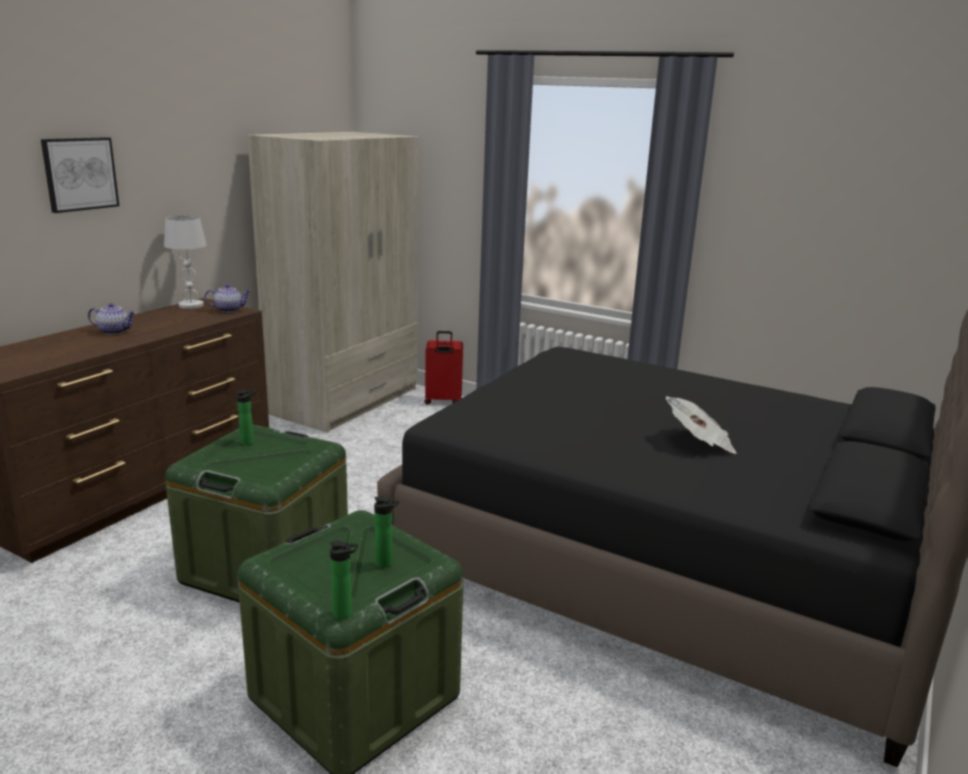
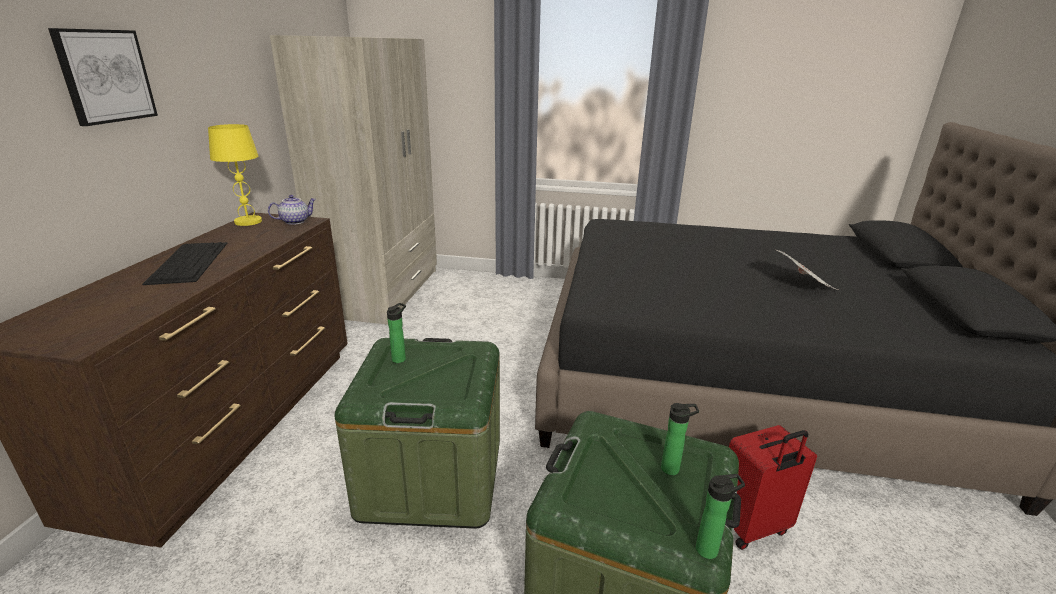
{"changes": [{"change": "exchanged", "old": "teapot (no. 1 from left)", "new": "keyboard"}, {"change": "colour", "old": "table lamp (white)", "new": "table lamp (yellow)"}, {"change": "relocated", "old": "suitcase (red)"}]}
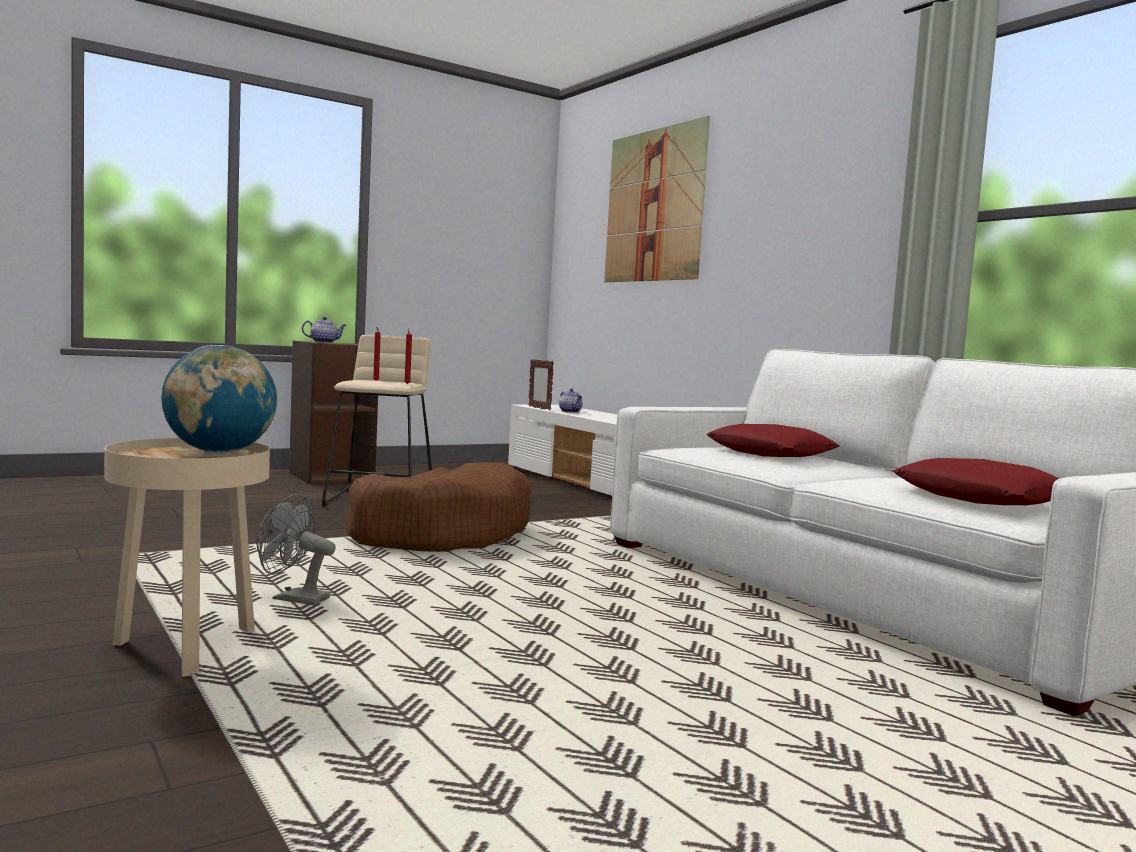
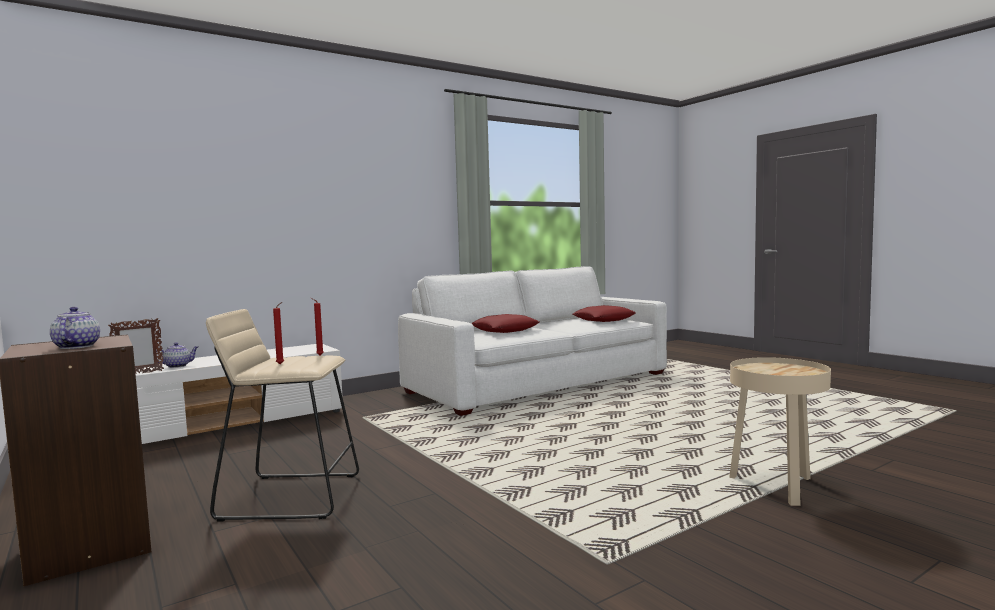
{"changes": [{"change": "missing", "old": "globe"}, {"change": "missing", "old": "fan (grey)"}, {"change": "missing", "old": "dog bed (brown)"}, {"change": "missing", "old": "picture"}]}
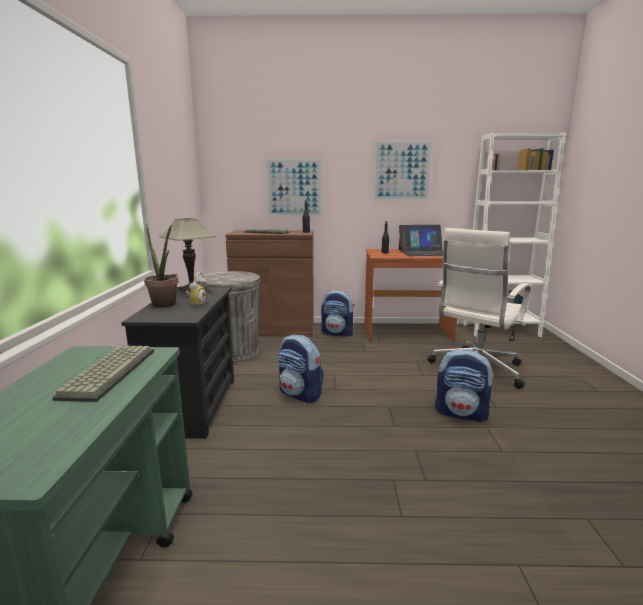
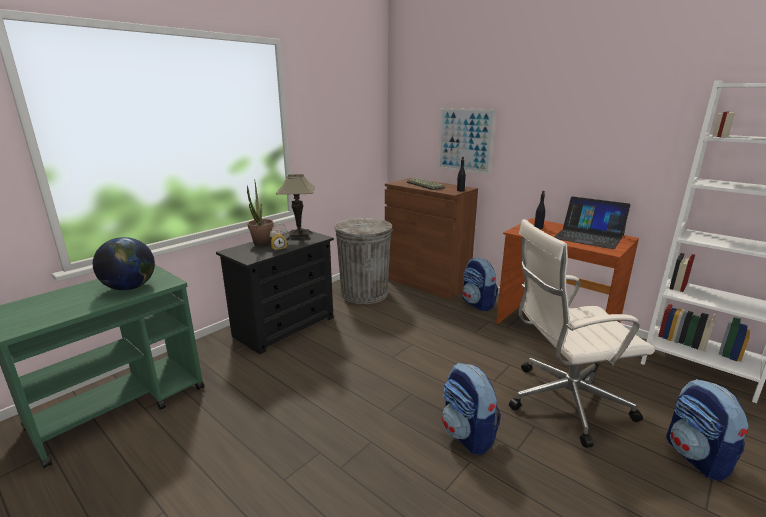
{"changes": [{"change": "exchanged", "old": "keyboard (no. 1 from left)", "new": "globe"}, {"change": "relocated", "old": "backpack (no. 1 from left in the first image)", "new": "backpack (no. 3 from left)"}, {"change": "missing", "old": "picture (no. 2 from left)"}]}
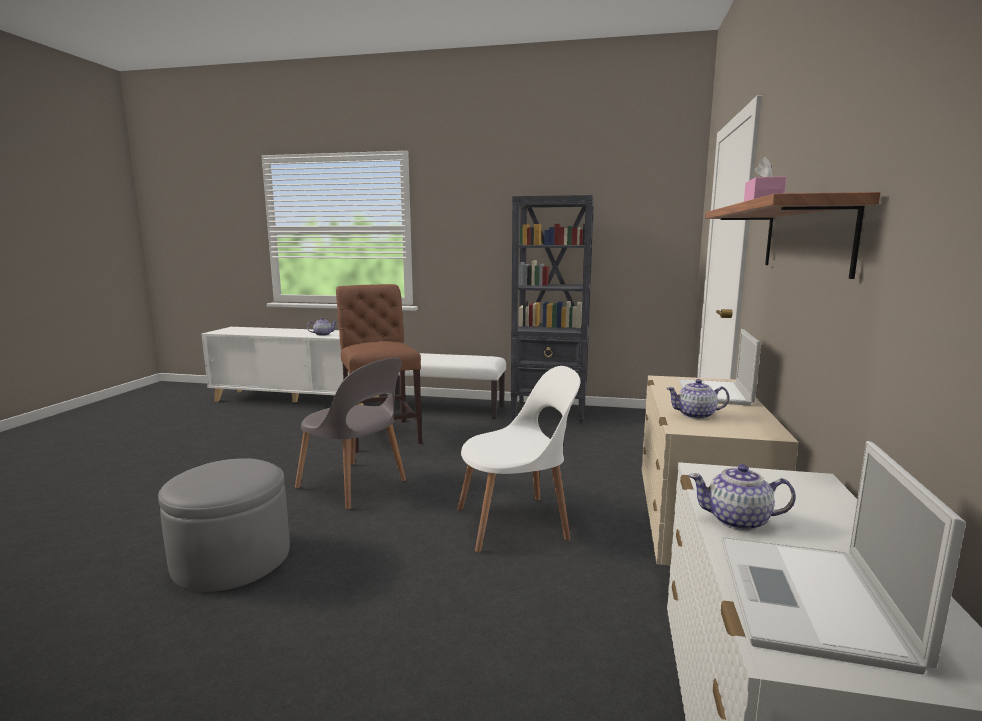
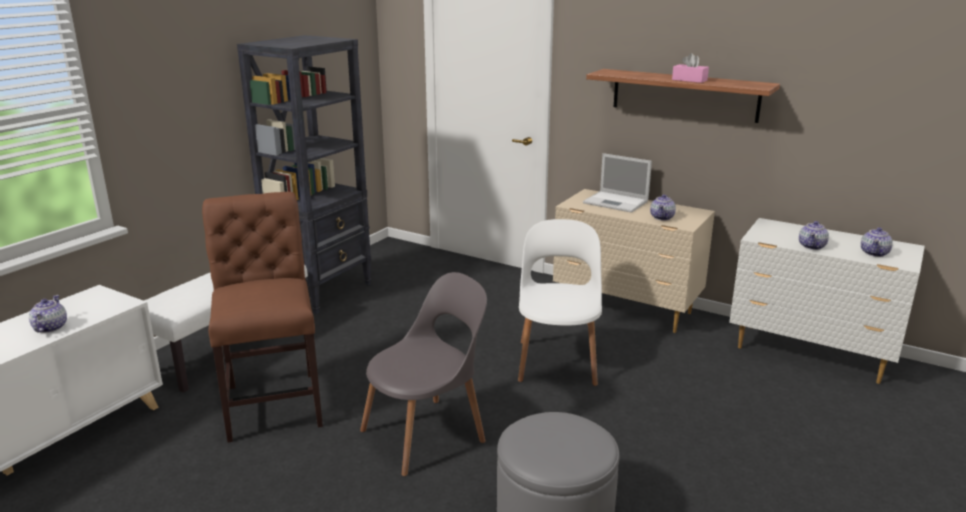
{"changes": [{"change": "spun", "old": "chair (brown)", "degrees": 75}, {"change": "exchanged", "old": "laptop (no. 2 from left)", "new": "teapot (no. 4 from left)"}]}
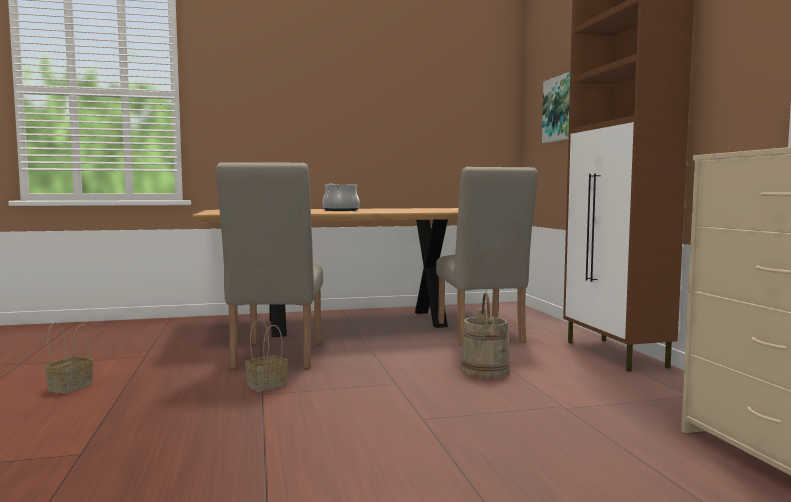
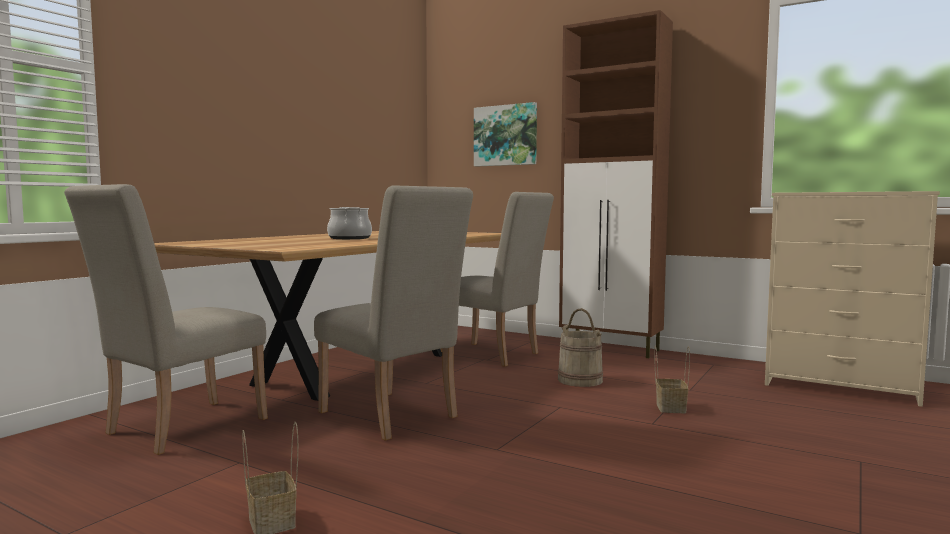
{"changes": [{"change": "appeared", "new": "chair (beige) (no. 1 from left)"}, {"change": "relocated", "old": "basket (no. 2 from left)"}]}
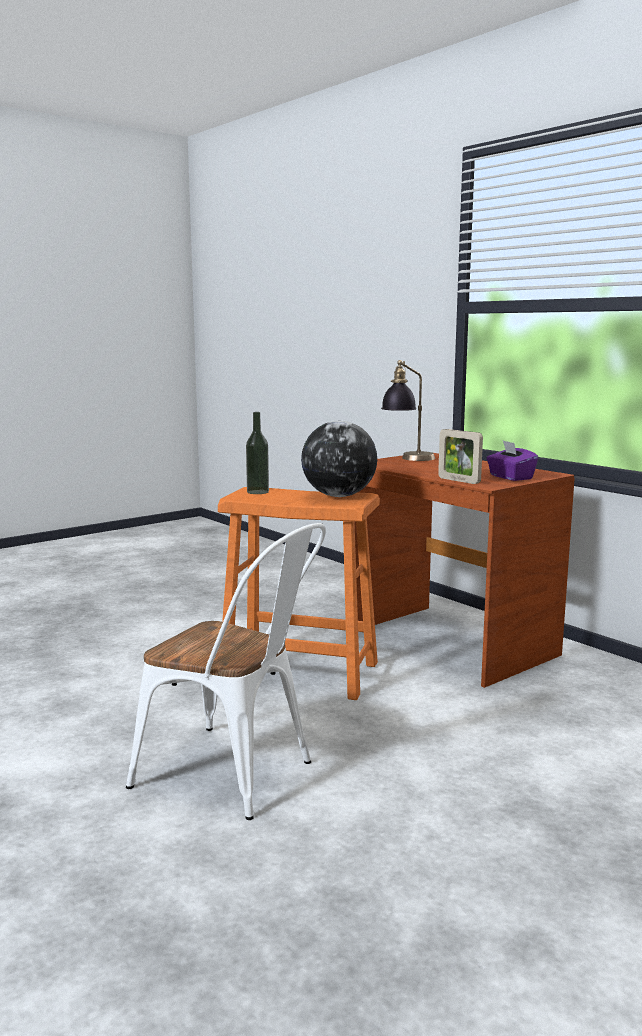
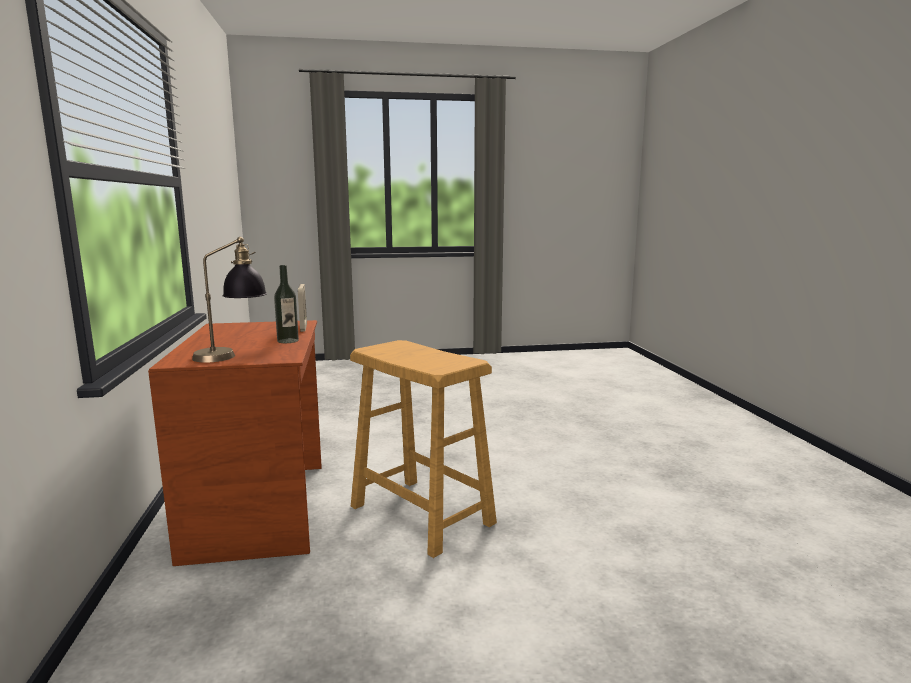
{"changes": [{"change": "relocated", "old": "bottle"}, {"change": "colour", "old": "stool (orange)", "new": "stool (beige)"}, {"change": "missing", "old": "chair (white)"}, {"change": "missing", "old": "globe"}, {"change": "missing", "old": "tissue box (purple)"}]}
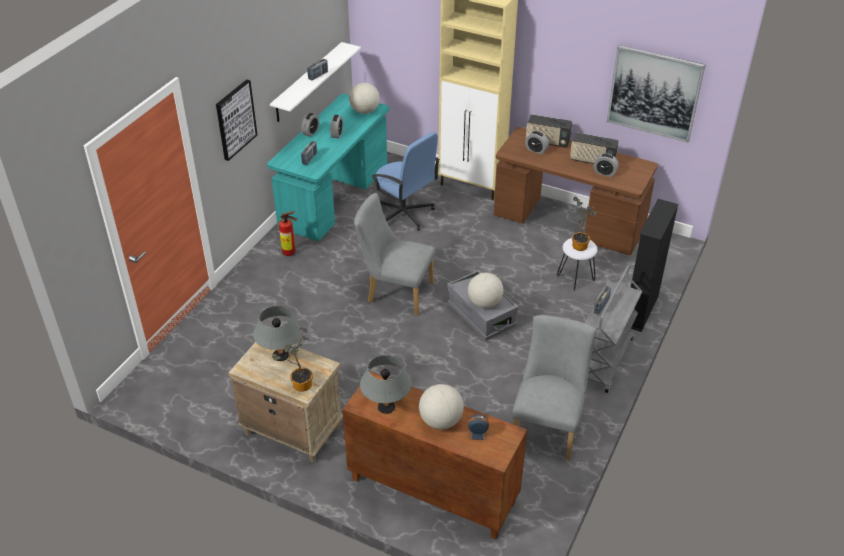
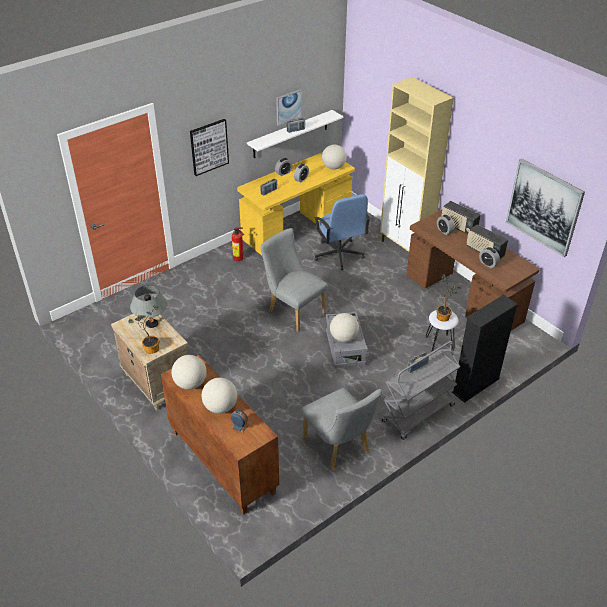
{"changes": [{"change": "exchanged", "old": "table lamp (grey) (no. 2 from left)", "new": "globe (no. 1 from left)"}, {"change": "colour", "old": "desk (turquoise)", "new": "desk (yellow)"}, {"change": "appeared", "new": "picture (no. 2 from left)"}, {"change": "spun", "old": "chair (grey) (no. 2 from left)", "degrees": 105}]}
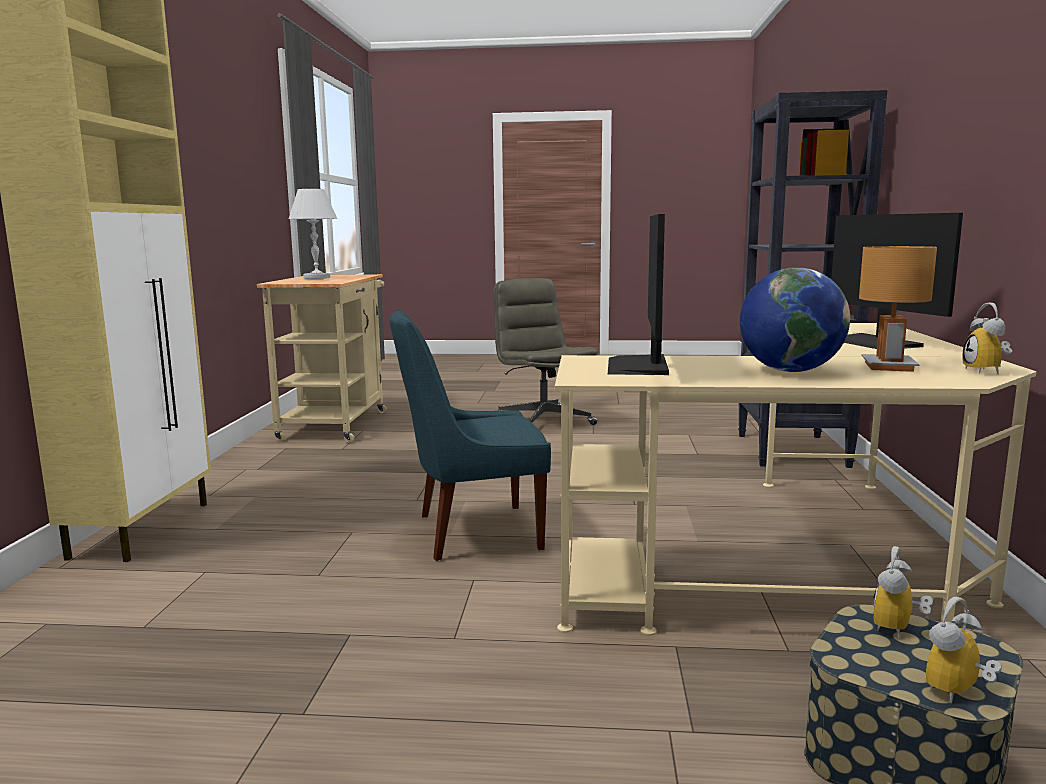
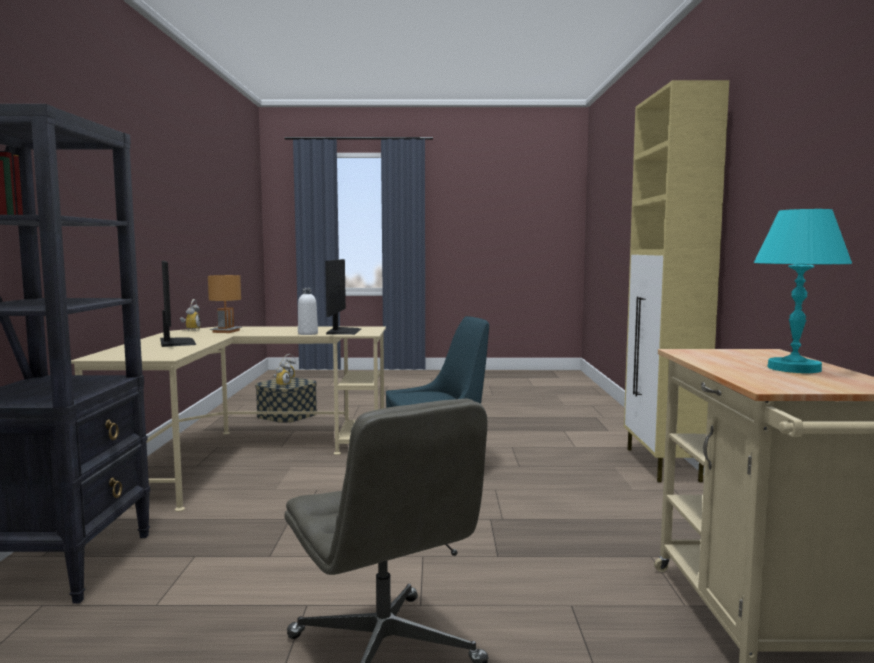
{"changes": [{"change": "appeared", "new": "bottle (white)"}, {"change": "colour", "old": "table lamp (white)", "new": "table lamp (turquoise)"}, {"change": "missing", "old": "globe"}]}
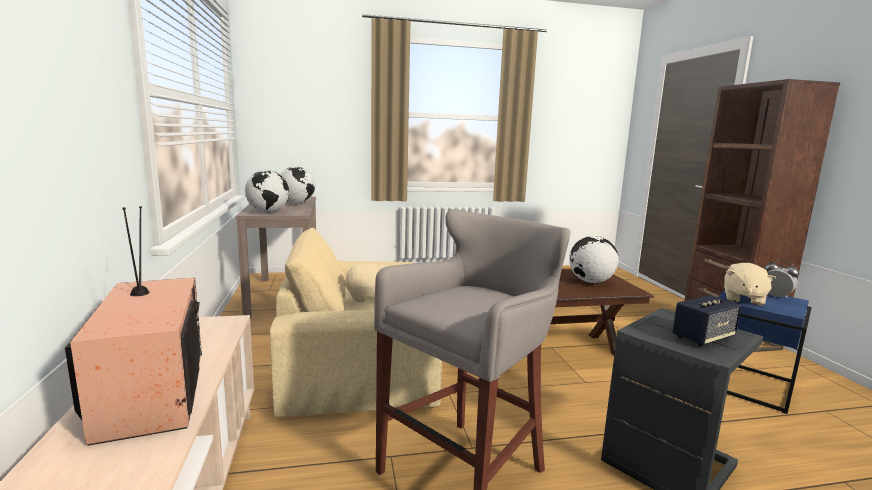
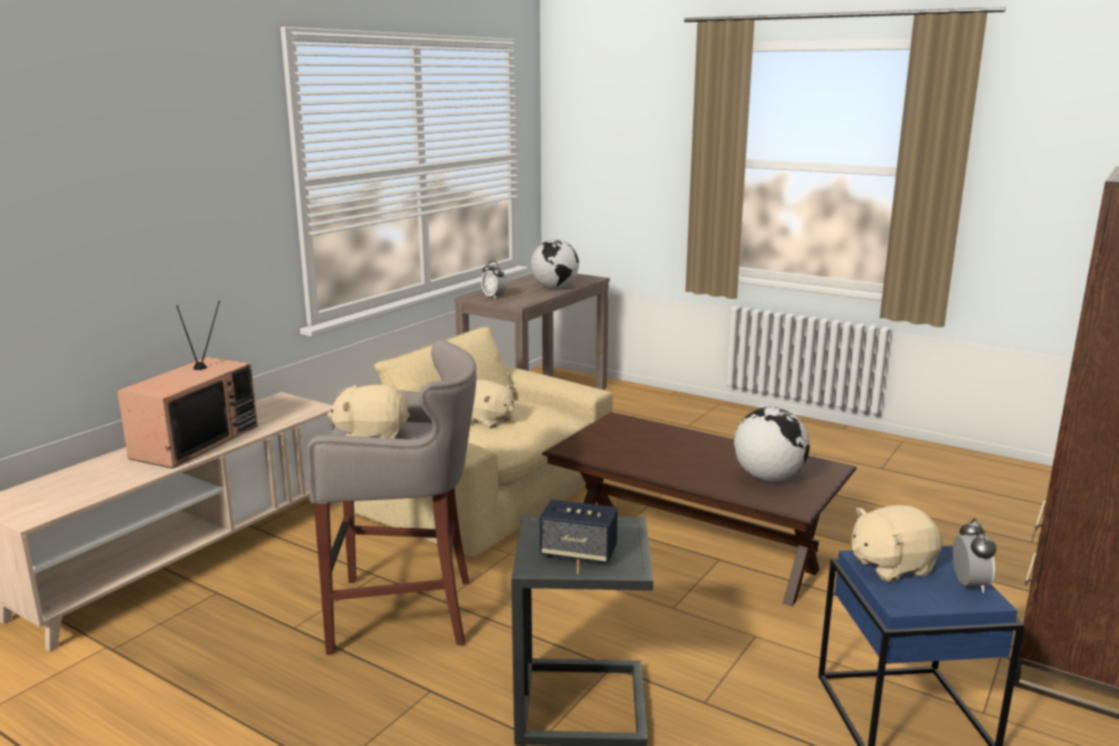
{"changes": [{"change": "appeared", "new": "plush toy (beige) (no. 1 from left)"}, {"change": "exchanged", "old": "globe (no. 1 from left)", "new": "alarm clock (no. 1 from left)"}]}
